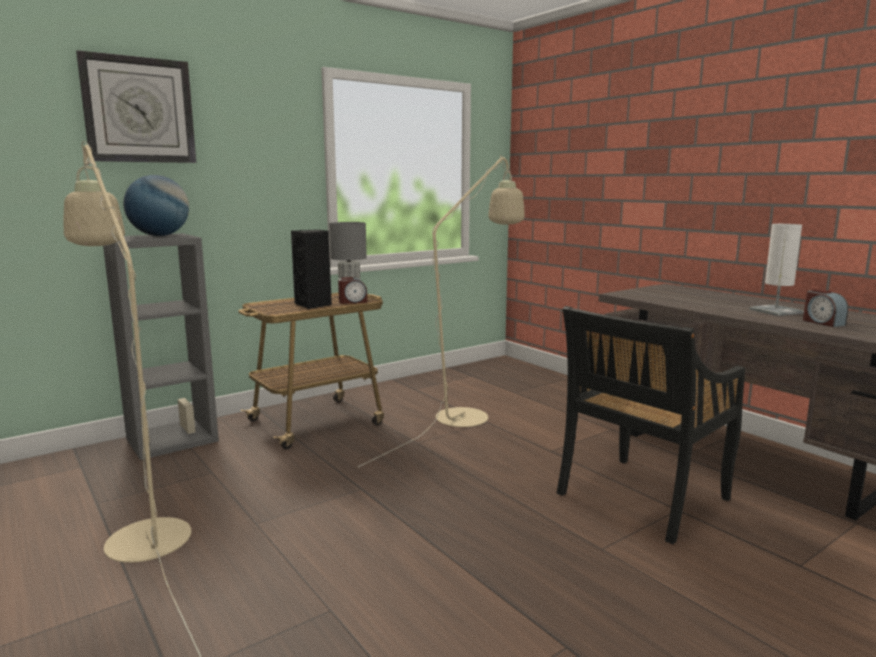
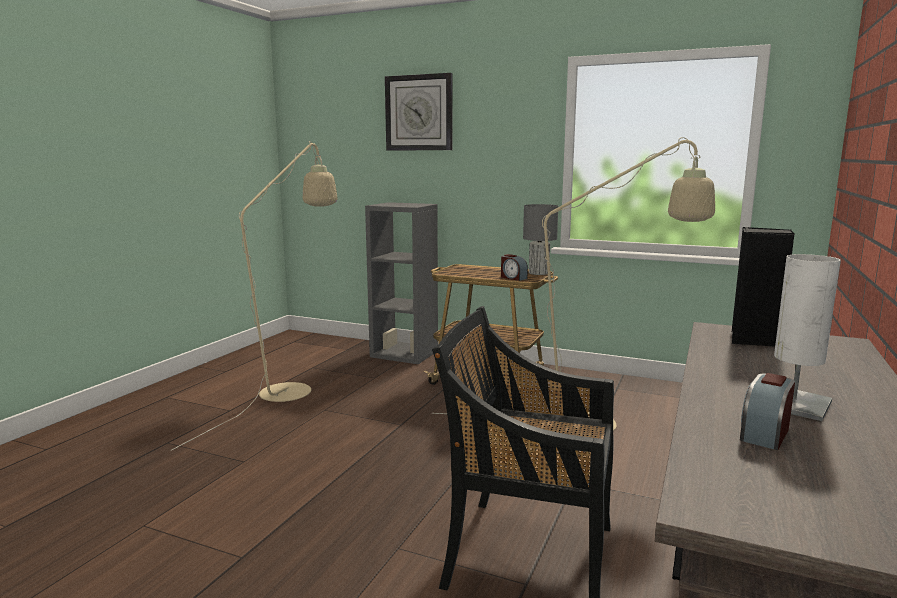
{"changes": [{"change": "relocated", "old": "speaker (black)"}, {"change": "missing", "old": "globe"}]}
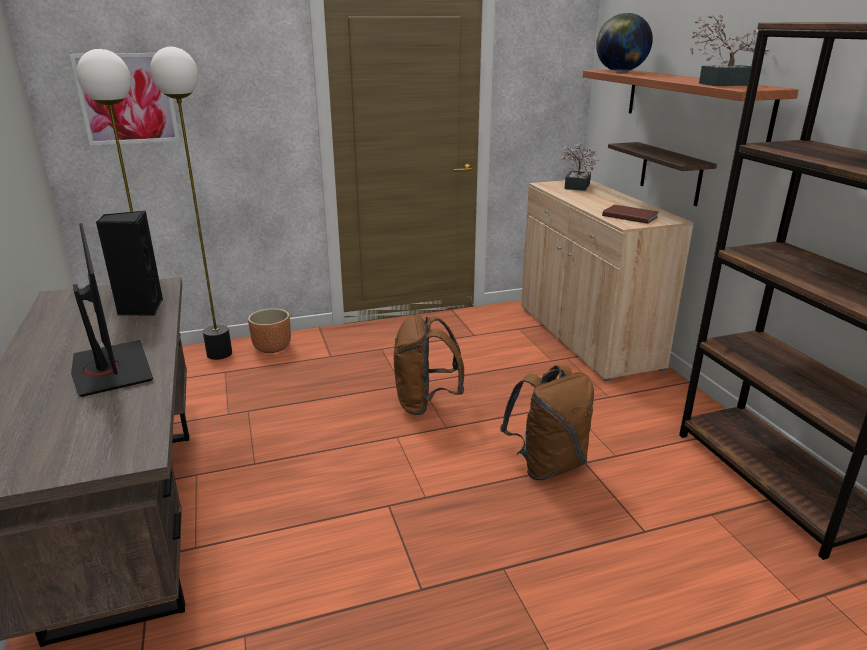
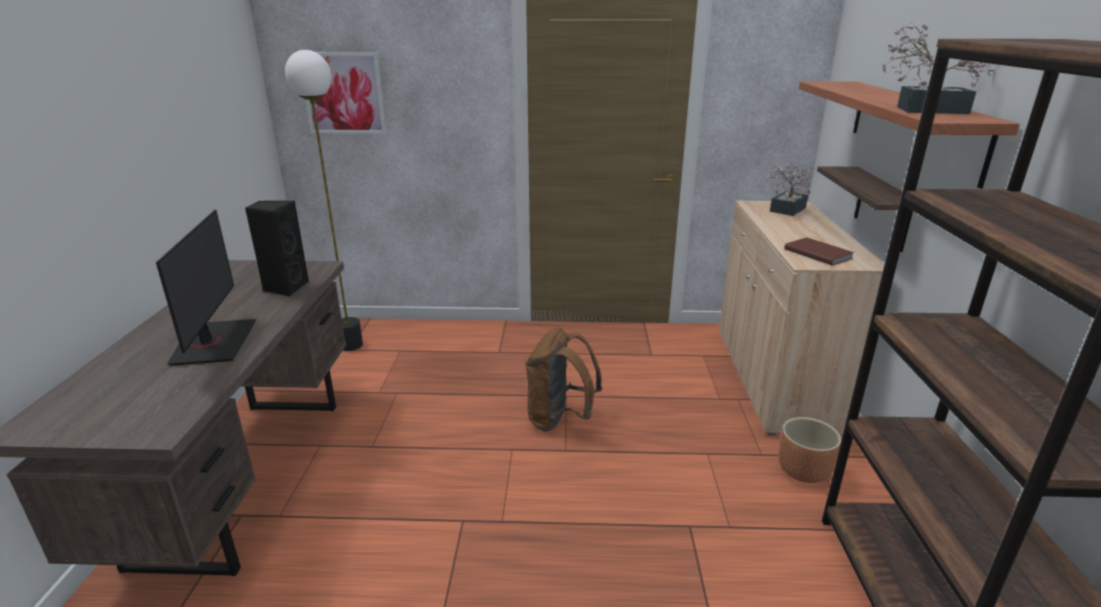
{"changes": [{"change": "relocated", "old": "planter (brown)"}, {"change": "missing", "old": "floor lamp (no. 2 from left)"}, {"change": "missing", "old": "backpack (brown) (no. 2 from left)"}, {"change": "missing", "old": "globe"}]}
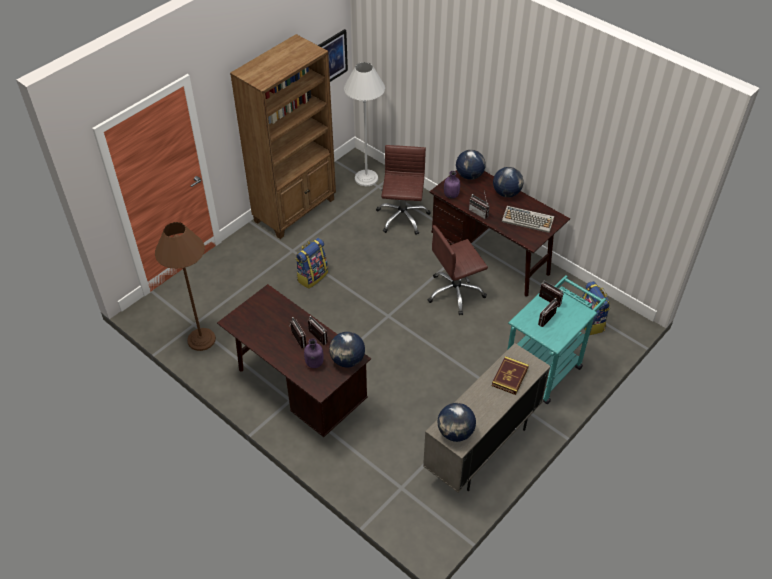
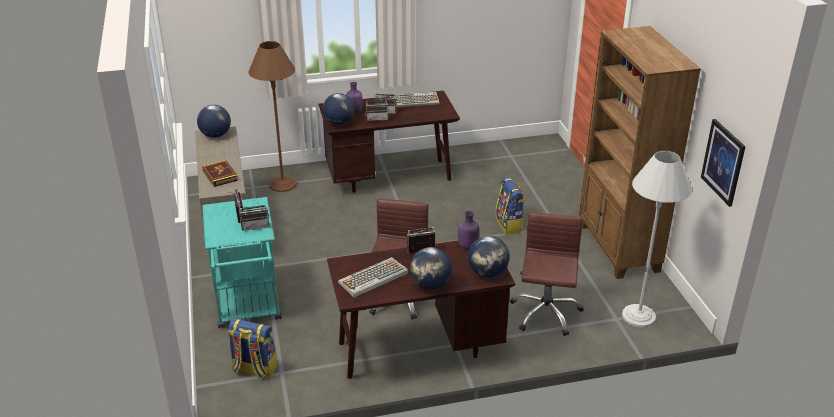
{"changes": [{"change": "relocated", "old": "floor lamp (brown)"}, {"change": "appeared", "new": "keyboard (no. 2 from left)"}, {"change": "spun", "old": "office chair (brown) (no. 1 from left in the first image)", "degrees": -120}]}
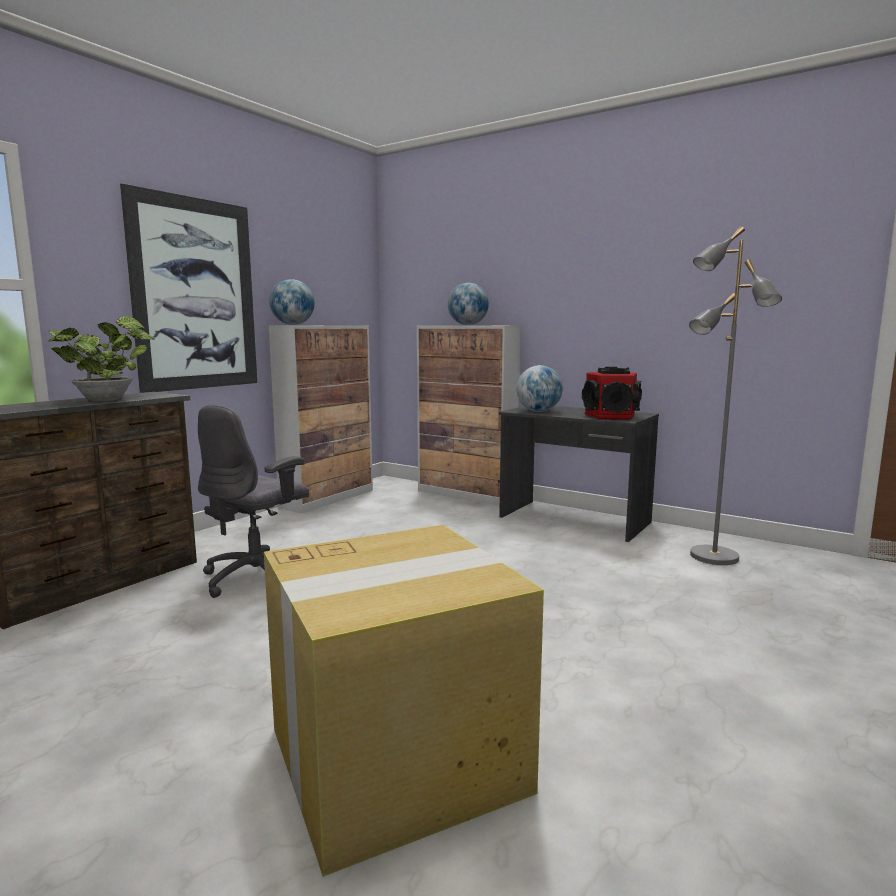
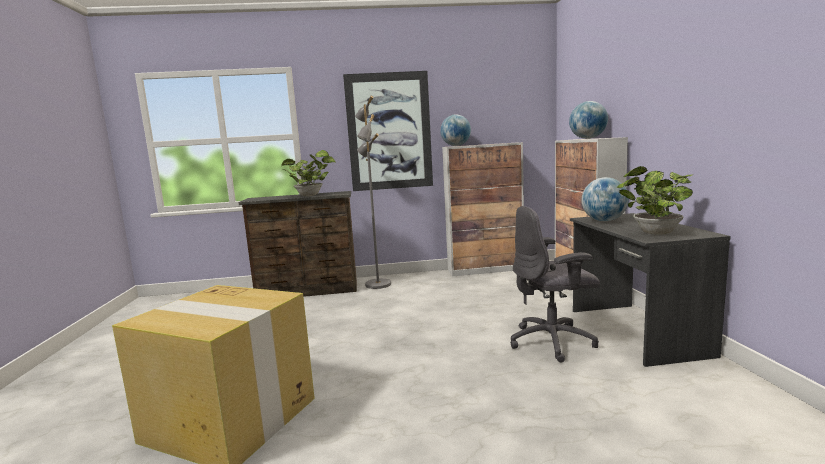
{"changes": [{"change": "relocated", "old": "floor lamp (grey)"}, {"change": "relocated", "old": "office chair (grey)"}, {"change": "exchanged", "old": "speaker", "new": "potted plant (no. 2 from left)"}]}
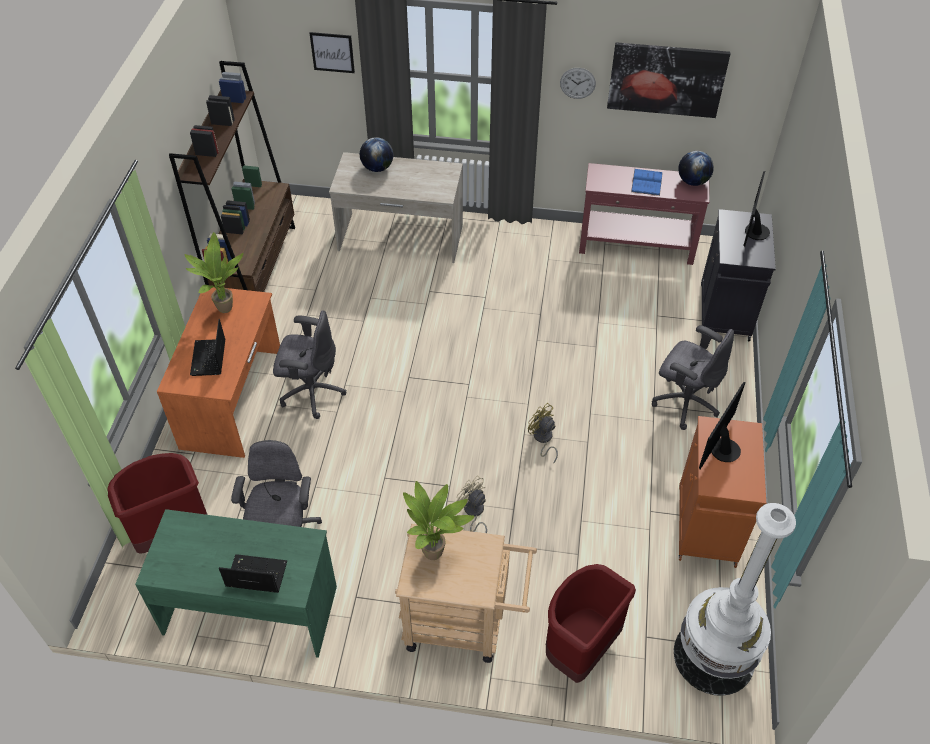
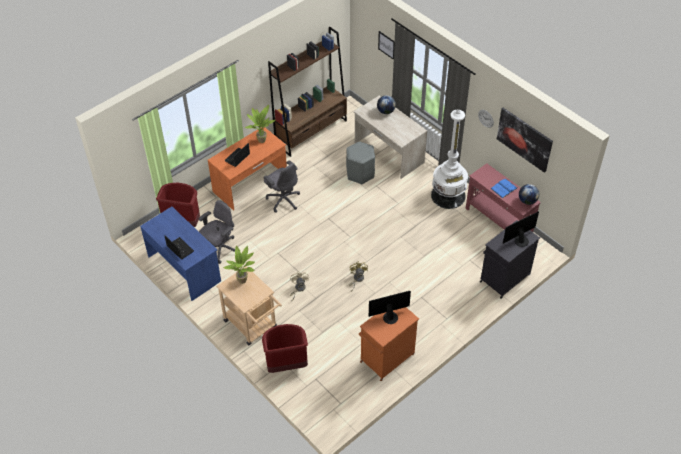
{"changes": [{"change": "colour", "old": "desk (green)", "new": "desk (blue)"}, {"change": "appeared", "new": "stool (grey)"}, {"change": "relocated", "old": "floor lamp (white)"}, {"change": "missing", "old": "office chair (grey) (no. 3 from left)"}]}
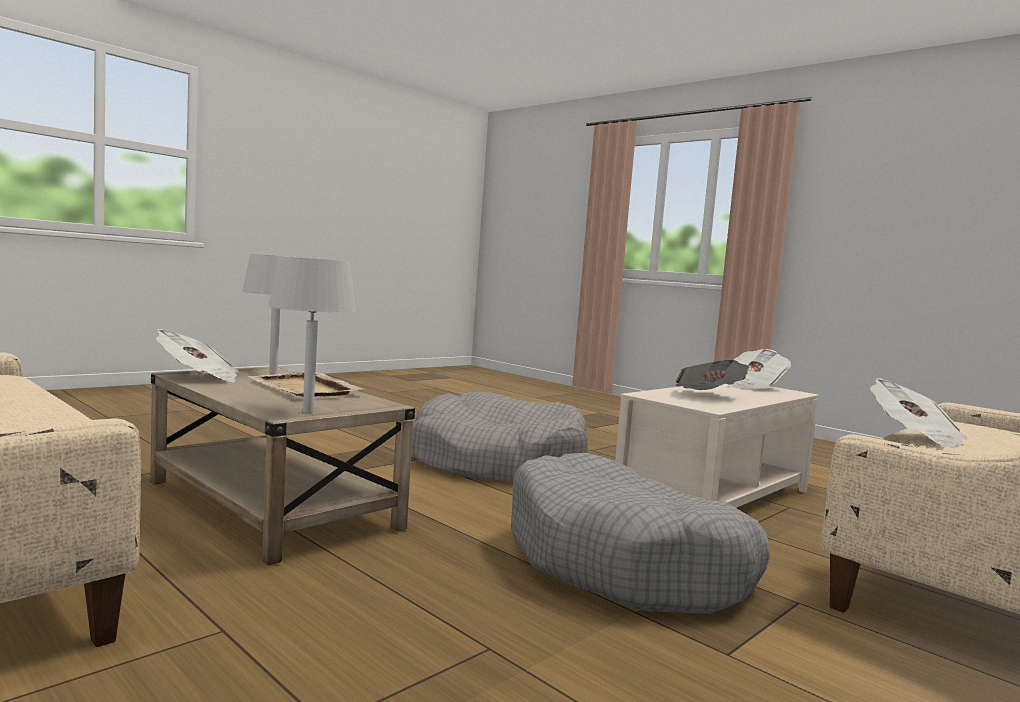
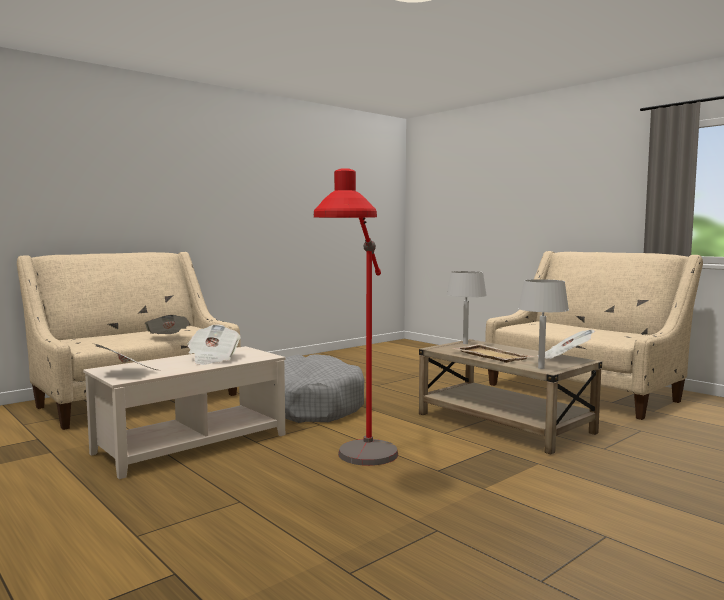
{"changes": [{"change": "exchanged", "old": "dog bed (grey) (no. 1 from left)", "new": "floor lamp (red)"}]}
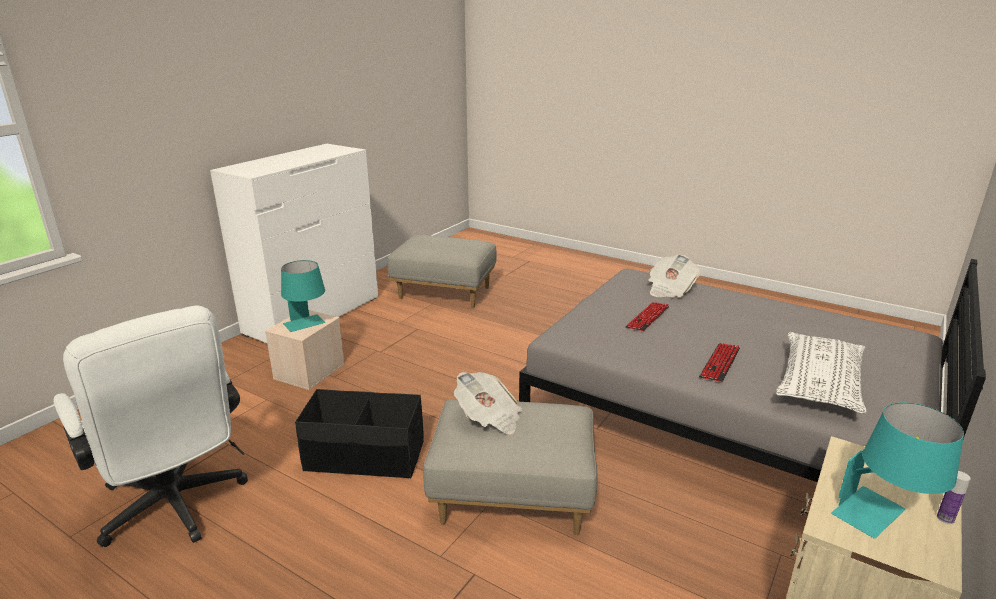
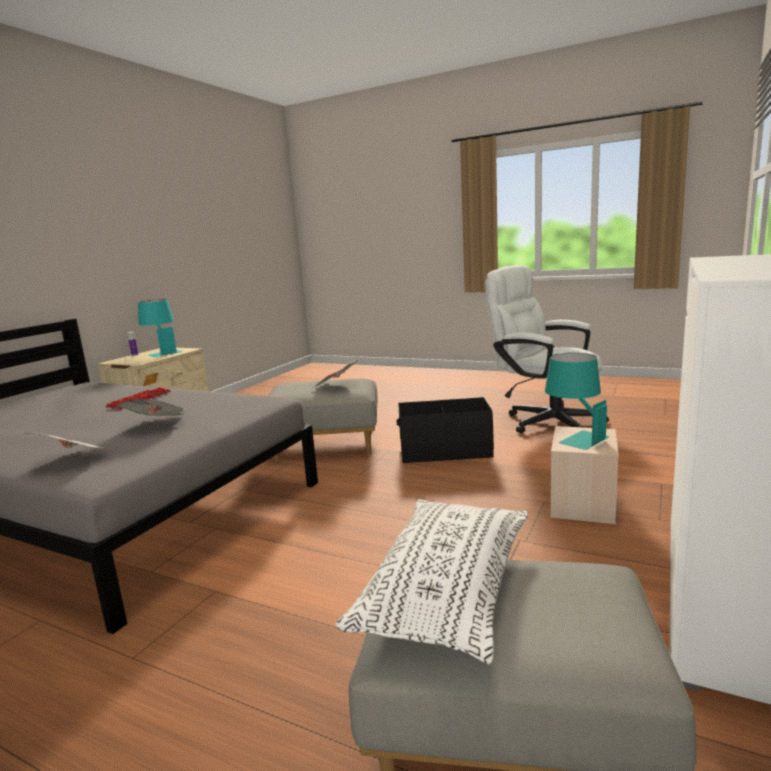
{"changes": [{"change": "exchanged", "old": "keyboard (no. 1 from left)", "new": "newspaper (no. 2 from left)"}, {"change": "relocated", "old": "pillow (white)"}]}
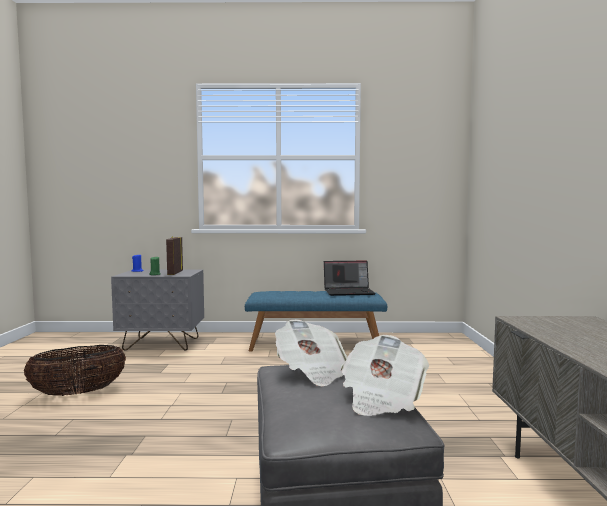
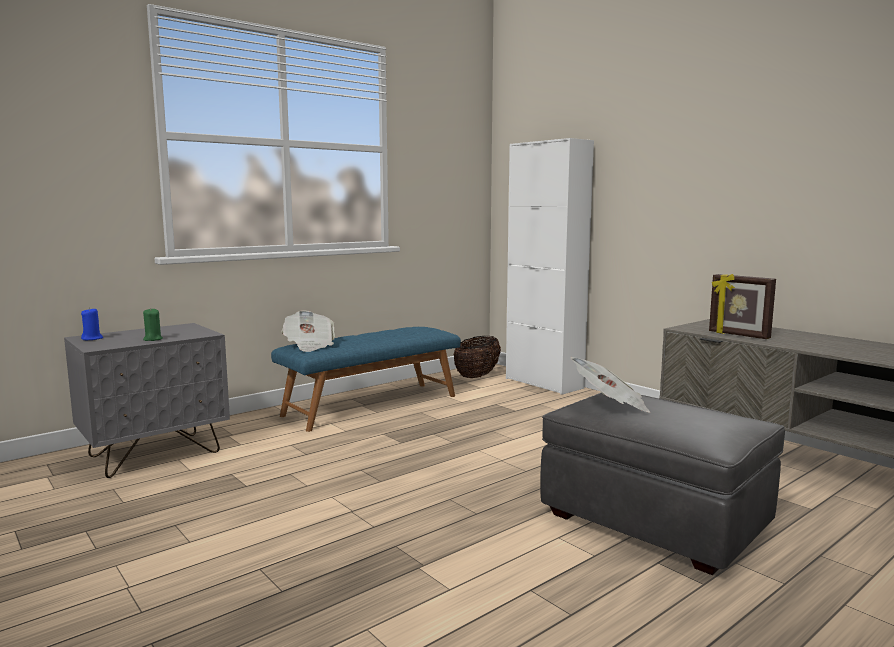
{"changes": [{"change": "relocated", "old": "newspaper (no. 2 from left in the first image)", "new": "newspaper (no. 1 from left)"}, {"change": "relocated", "old": "basket"}, {"change": "appeared", "new": "cabinet (white)"}, {"change": "relocated", "old": "picture frame"}, {"change": "missing", "old": "laptop"}]}
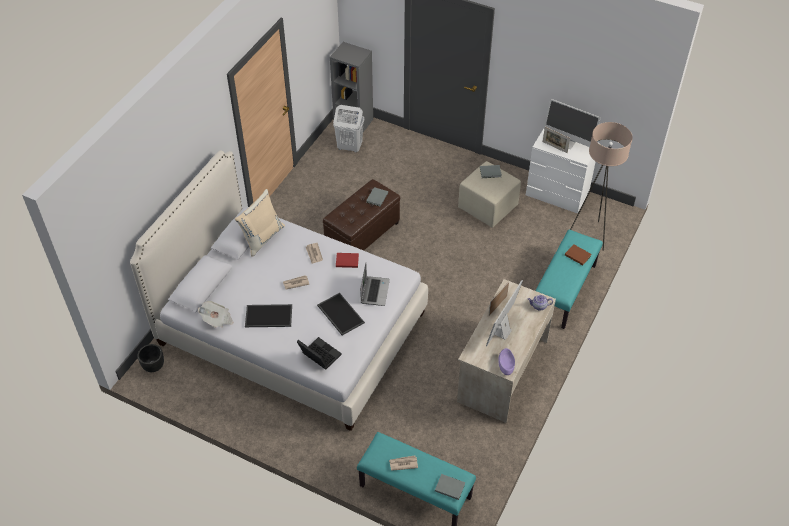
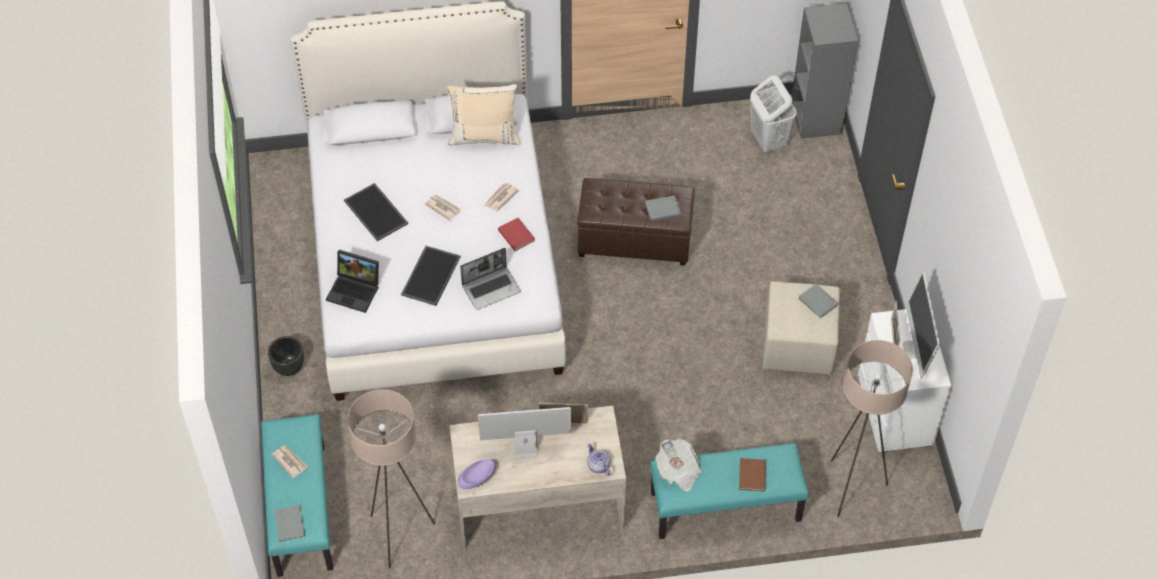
{"changes": [{"change": "relocated", "old": "planter (black)"}, {"change": "spun", "old": "laptop (no. 1 from left)", "degrees": 105}, {"change": "appeared", "new": "floor lamp (beige) (no. 1 from left)"}, {"change": "relocated", "old": "newspaper (no. 1 from left in the first image)", "new": "newspaper (no. 4 from left)"}]}
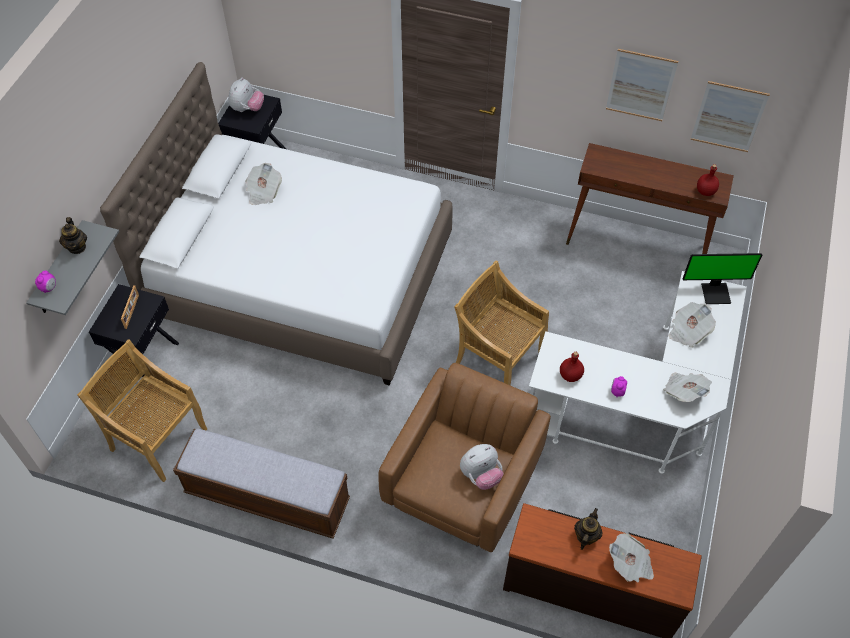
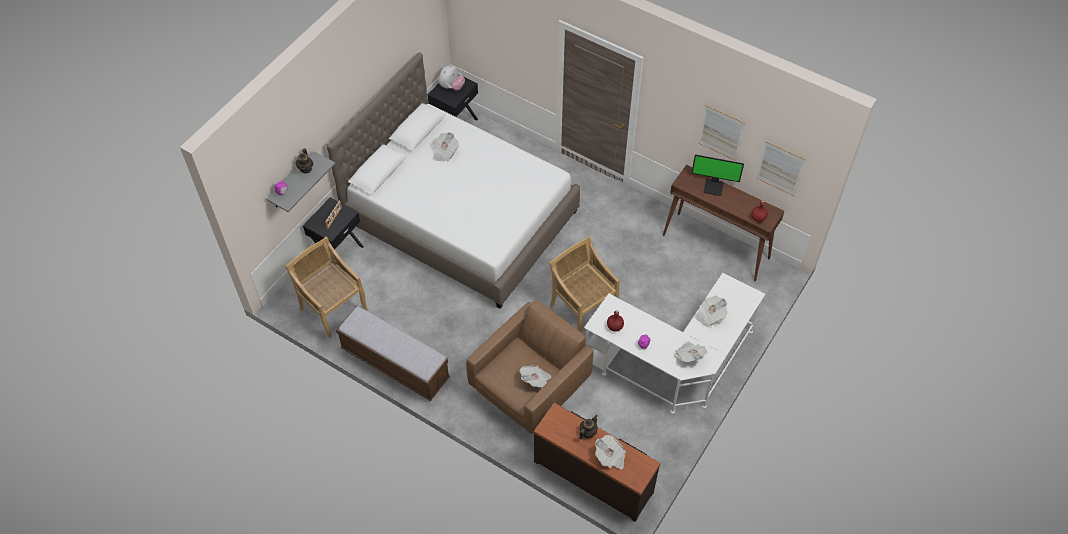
{"changes": [{"change": "exchanged", "old": "plush toy (no. 2 from left)", "new": "newspaper (no. 2 from left)"}, {"change": "relocated", "old": "monitor"}]}
